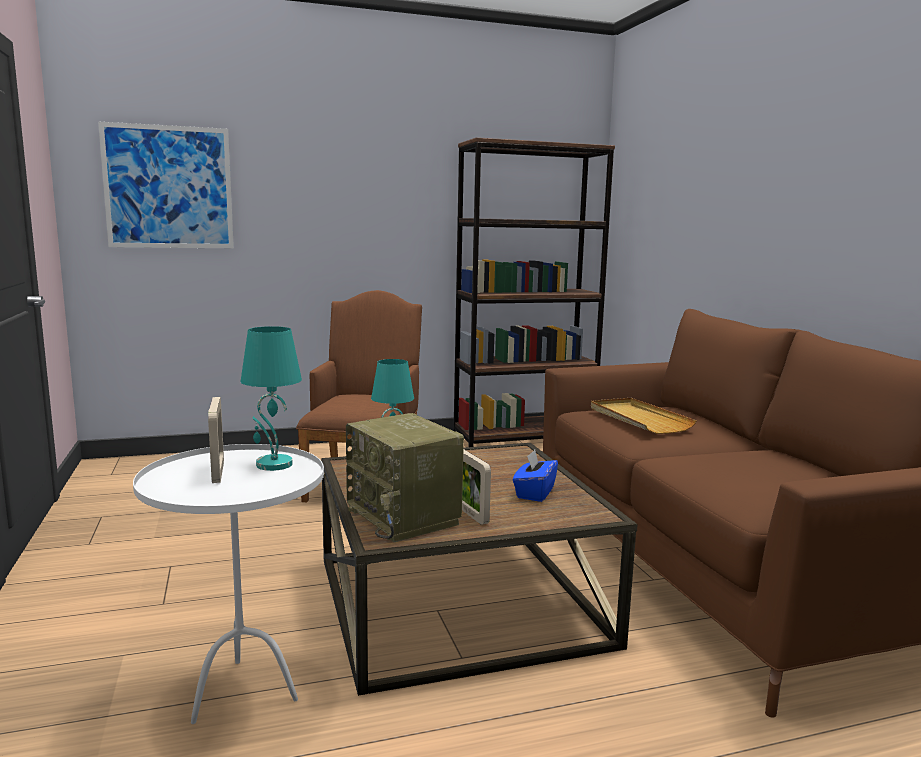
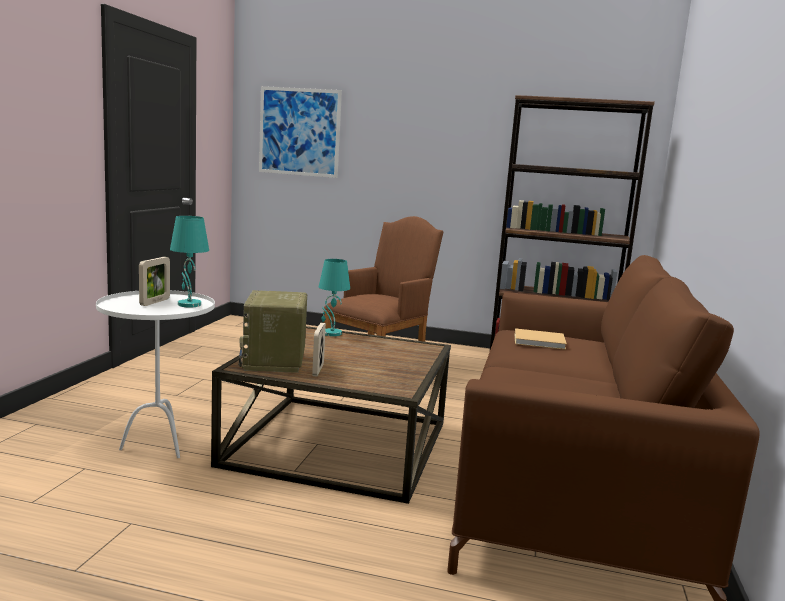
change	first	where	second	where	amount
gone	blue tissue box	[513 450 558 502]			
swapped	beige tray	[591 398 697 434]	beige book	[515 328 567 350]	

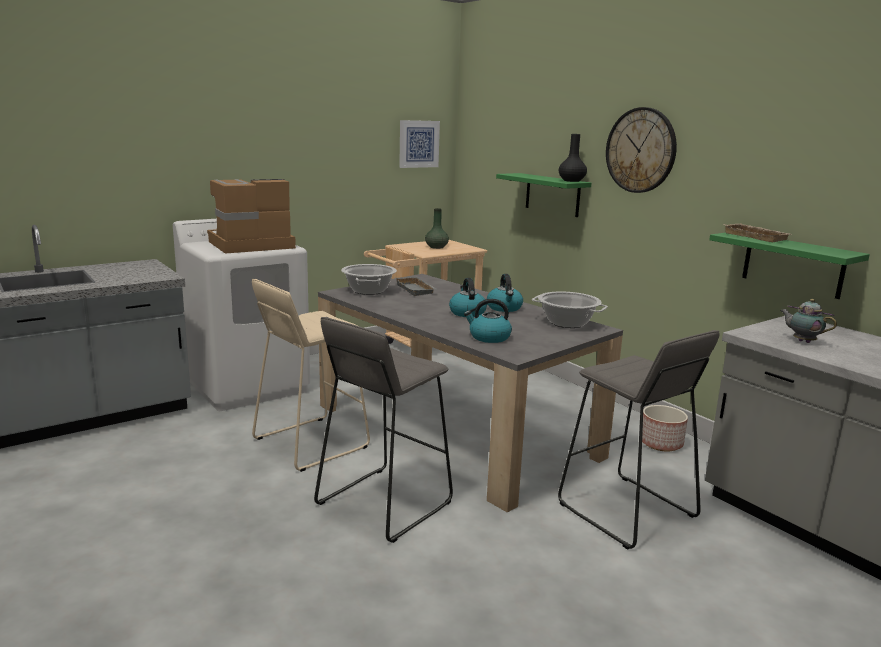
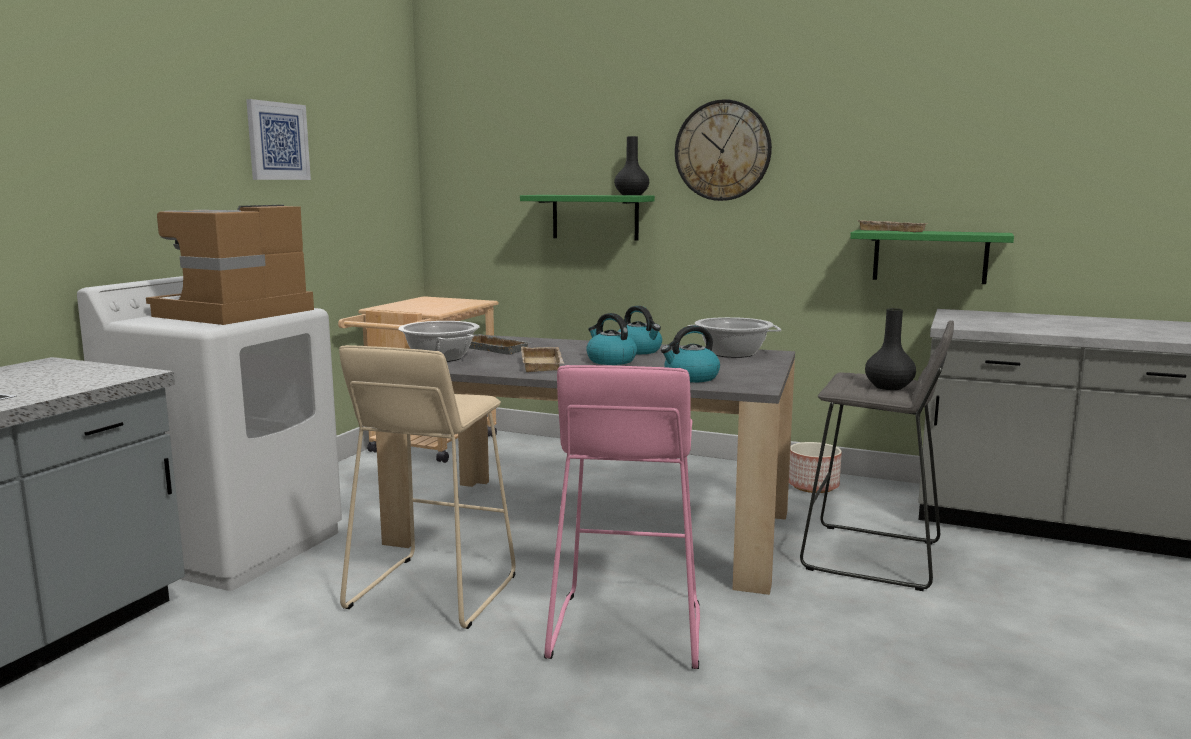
change	first	where	second	where	amount
gone	green vase	[425 208 449 249]			
gone	teapot	[780 299 837 343]			
new			beige tray	[521 347 564 372]	
new			black vase	[865 308 916 390]	
shifted	picture	[399 120 440 168]		[246 99 311 180]	
repainted	grey stool	[314 317 453 543]	pink stool	[544 365 700 669]	

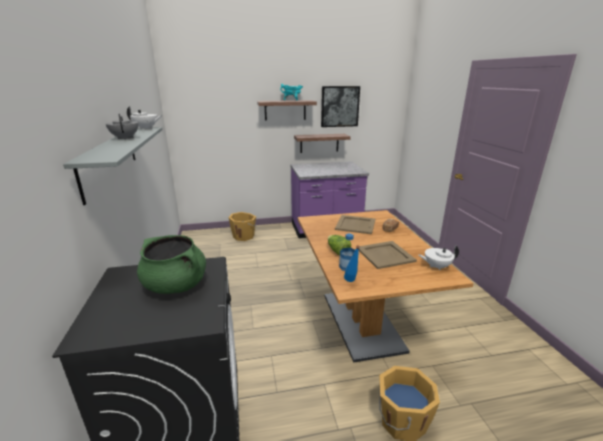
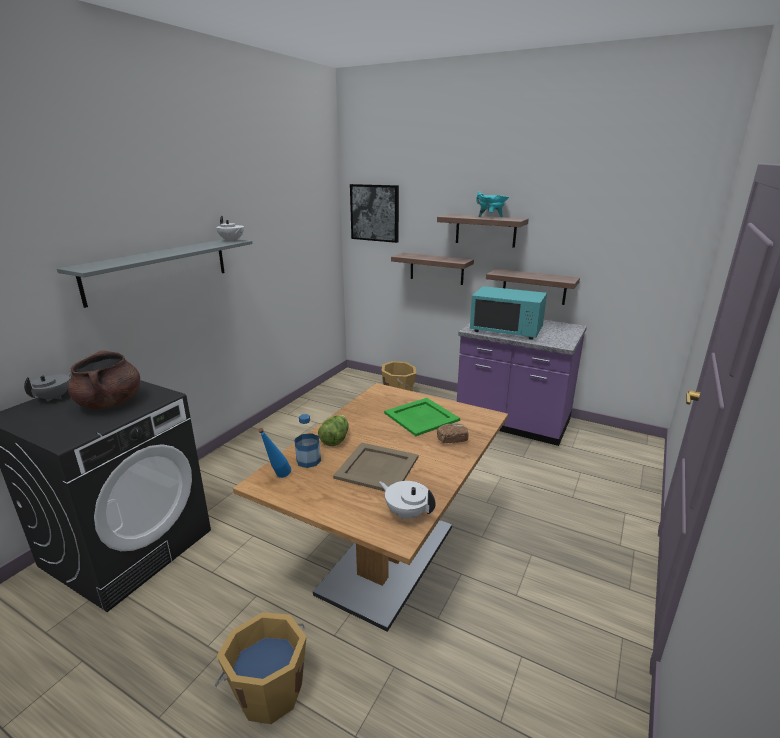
change	first	where	second	where	amount
new			shelf	[391 253 474 285]	
new			turquoise microwave	[470 286 547 340]	
shifted	grey teapot	[106 114 138 140]		[24 371 72 402]	
shifted	picture	[321 86 360 127]		[350 184 399 243]	
repainted	green cooking pot	[137 235 206 294]	brown cooking pot	[68 351 140 410]	
repainted	beige tray	[335 215 375 234]	green tray	[384 398 460 436]	

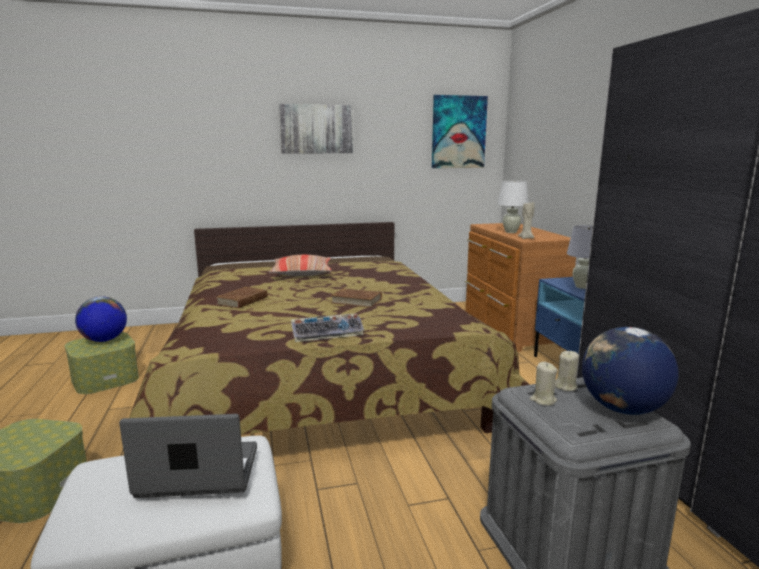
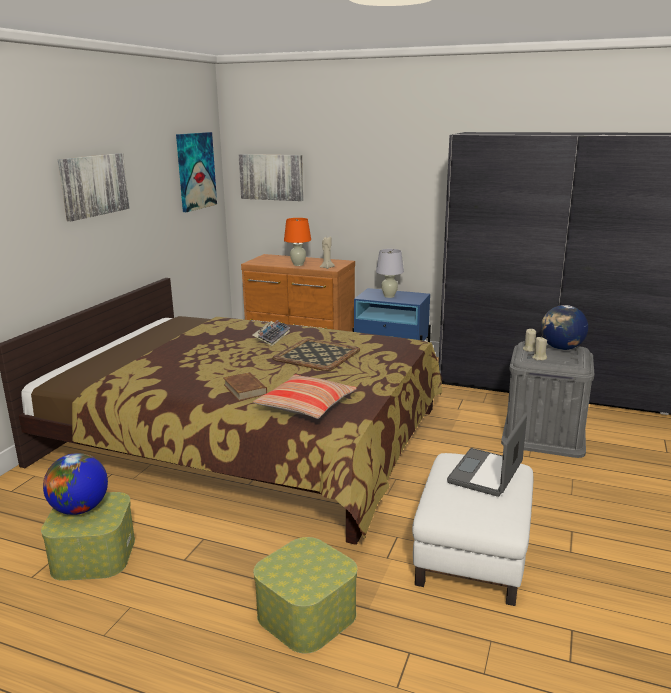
change	first	where	second	where	amount
new			picture	[239 154 303 201]	
shifted	pillow	[269 255 332 276]		[253 374 357 419]	
shifted	keyboard	[291 314 364 342]		[252 320 290 346]	
swapped	brown book	[331 288 382 308]	tray	[272 338 360 371]	
repainted	white table lamp	[497 181 529 233]	orange table lamp	[284 218 311 266]	

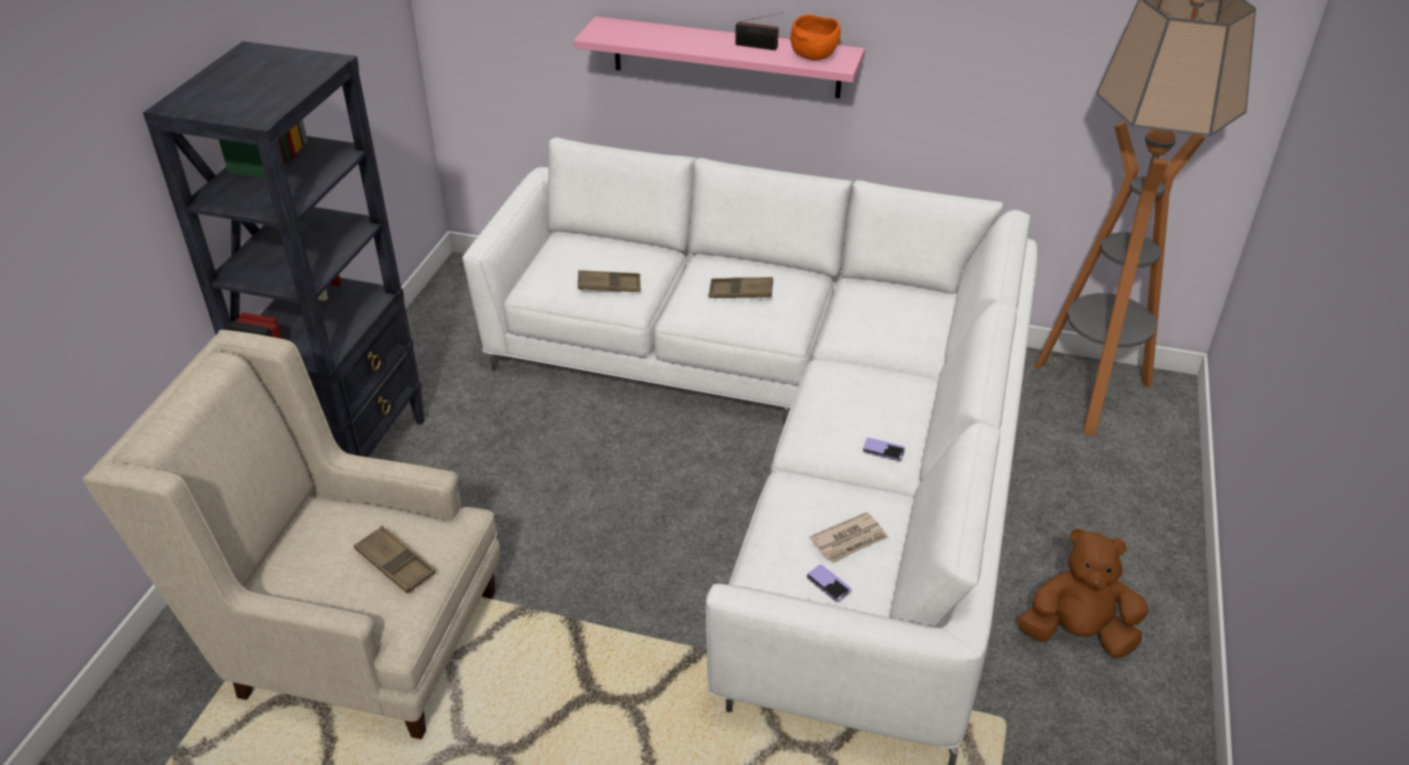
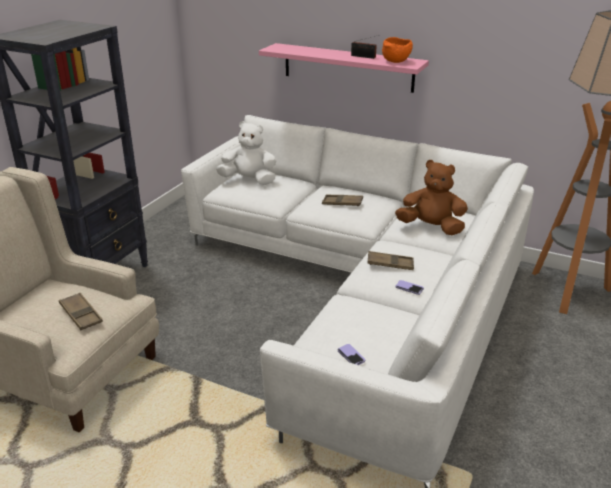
change	first	where	second	where	amount
gone	newspaper	[809 512 888 563]			
new			white plush toy	[216 121 276 185]	
shifted	brown tray	[578 270 641 292]		[367 251 414 270]	
shifted	brown plush toy	[1018 529 1148 658]		[395 160 468 235]	

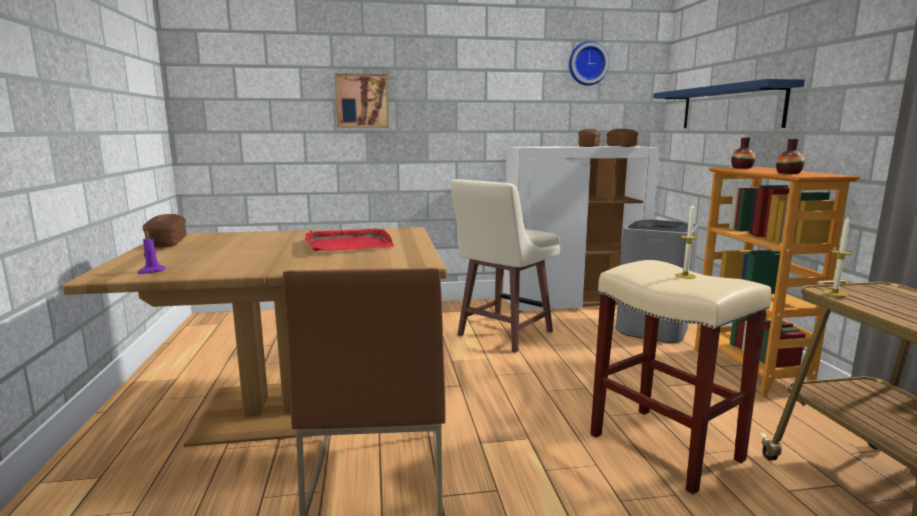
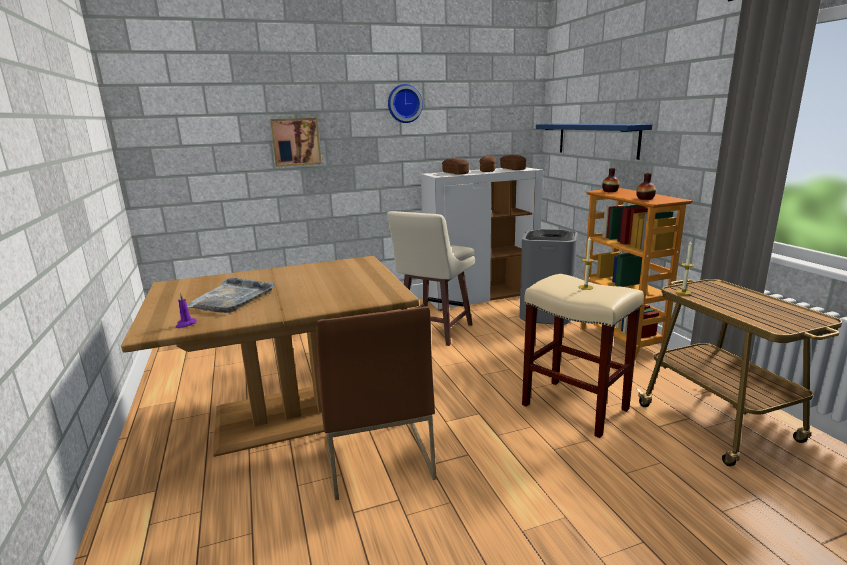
change	first	where	second	where	amount
gone	red tray	[305 228 394 251]			
new			grey tray	[187 278 275 313]	
shifted	bread	[143 214 186 247]		[442 158 469 175]	
shifted	wall clock	[569 41 609 86]		[388 84 423 123]	

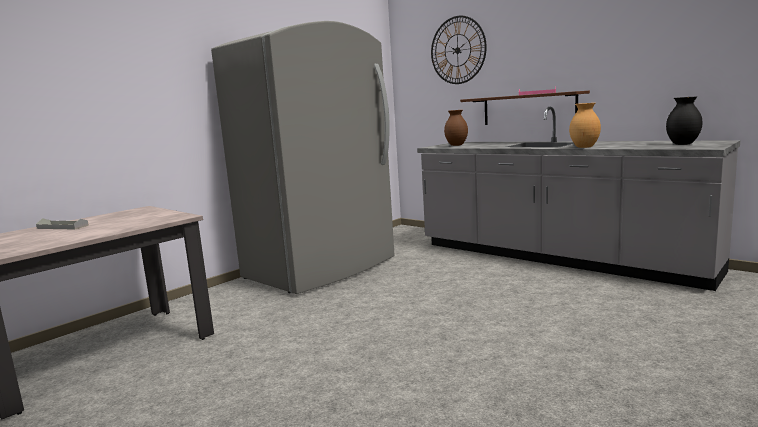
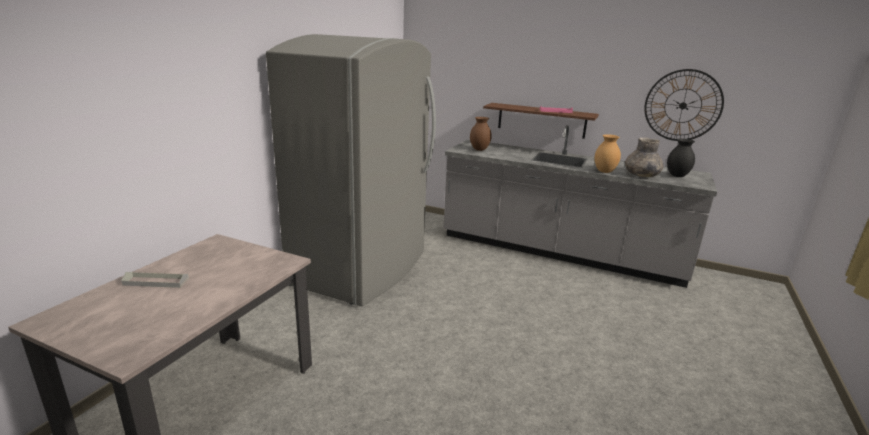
change	first	where	second	where	amount
new			grey vase	[625 138 664 177]	
shifted	wall clock	[431 16 487 84]		[644 69 724 141]	

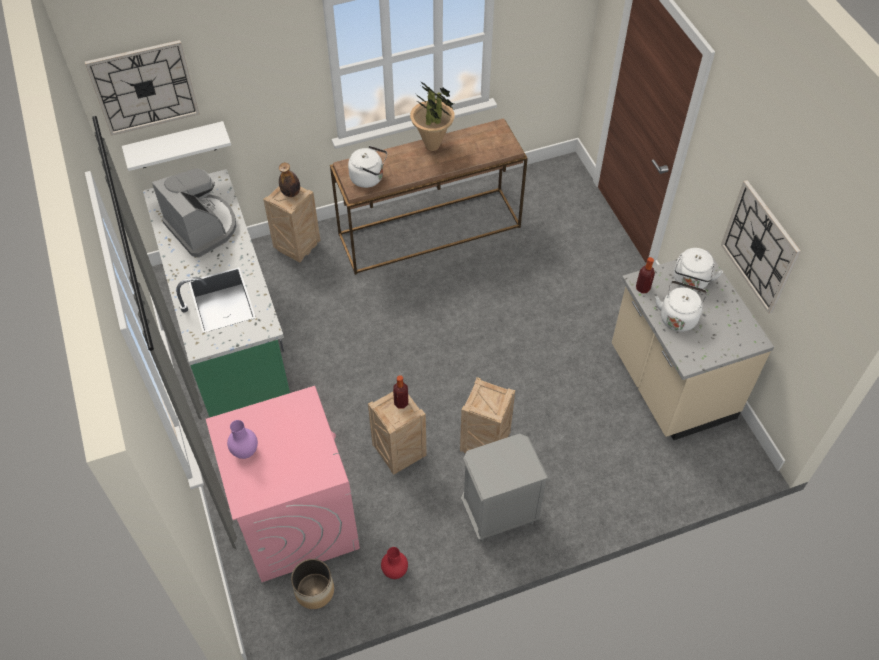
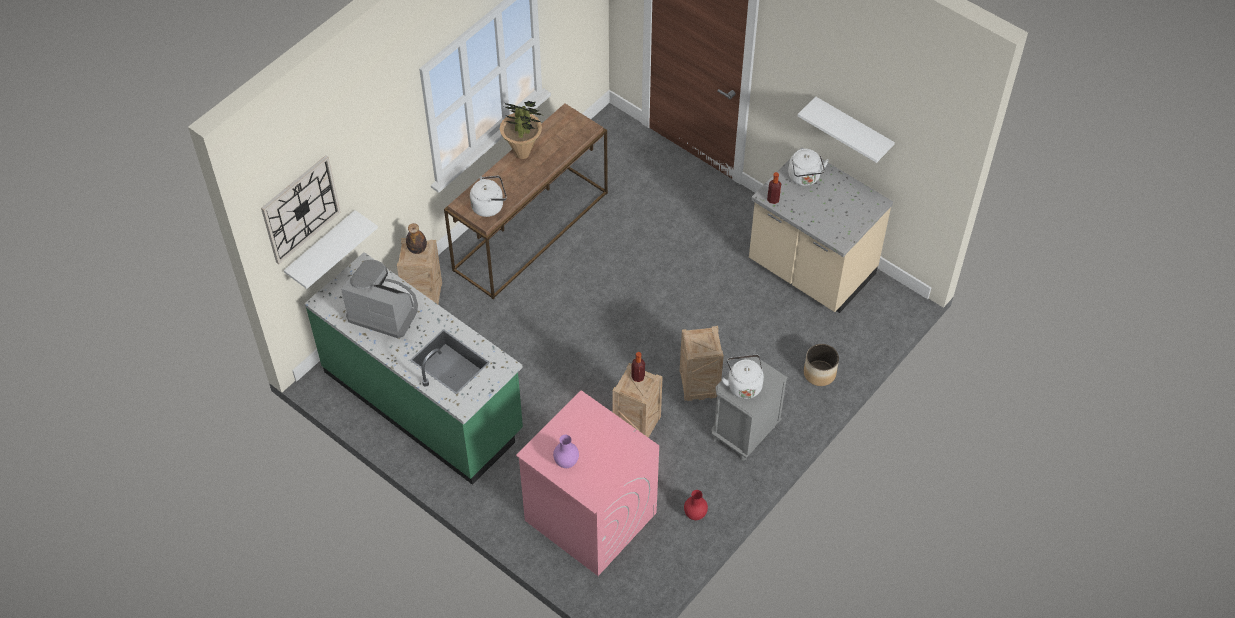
change	first	where	second	where	amount
shifted	planter	[291 559 334 609]		[804 344 839 386]	
shifted	white kettle	[655 281 707 332]		[721 354 764 399]	
swapped	wall clock	[721 180 801 314]	white shelf	[798 97 895 163]	

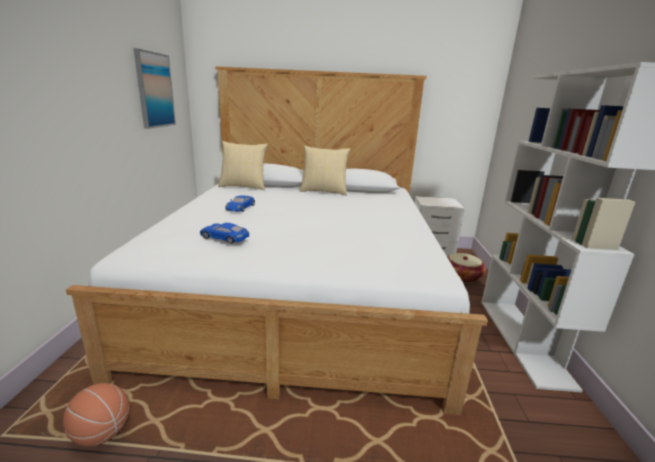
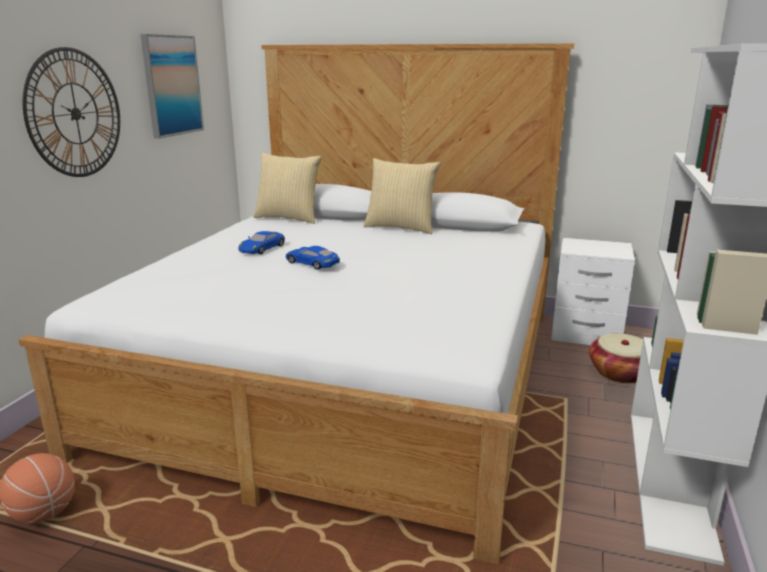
change	first	where	second	where	amount
new			wall clock	[23 47 120 177]	
shifted	blue toy car	[200 223 249 244]		[286 246 340 270]	

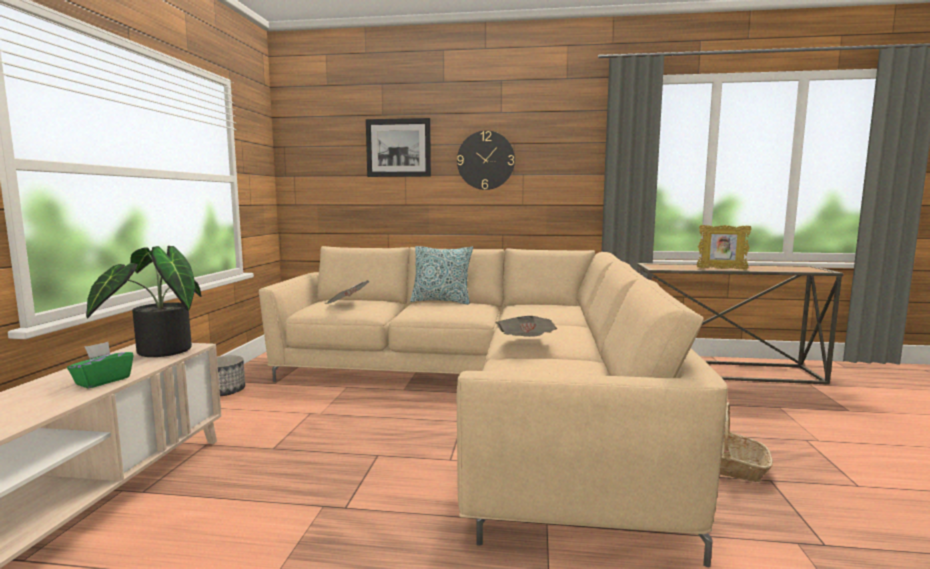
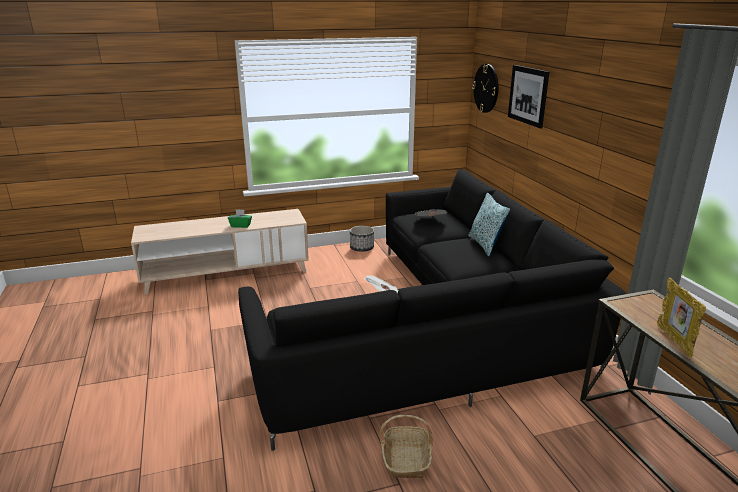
change	first	where	second	where	amount
gone	potted plant	[86 246 202 357]			
shifted	wall clock	[457 131 515 190]		[472 64 499 113]	
repainted	beige sofa	[259 246 728 567]	black sofa	[238 169 626 451]	

